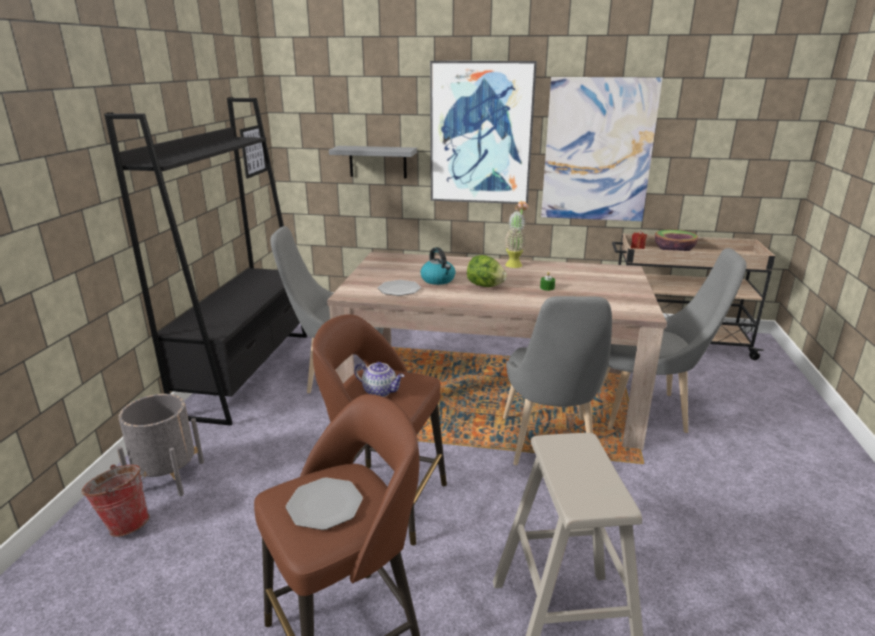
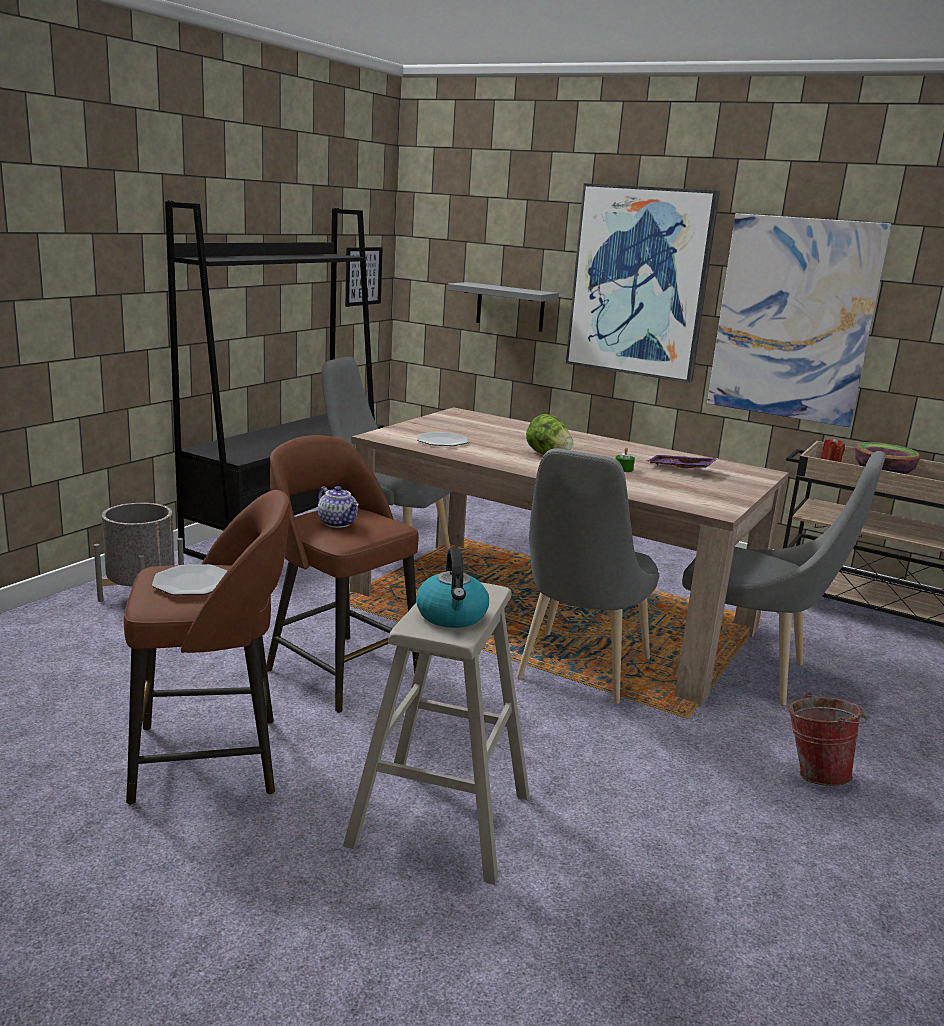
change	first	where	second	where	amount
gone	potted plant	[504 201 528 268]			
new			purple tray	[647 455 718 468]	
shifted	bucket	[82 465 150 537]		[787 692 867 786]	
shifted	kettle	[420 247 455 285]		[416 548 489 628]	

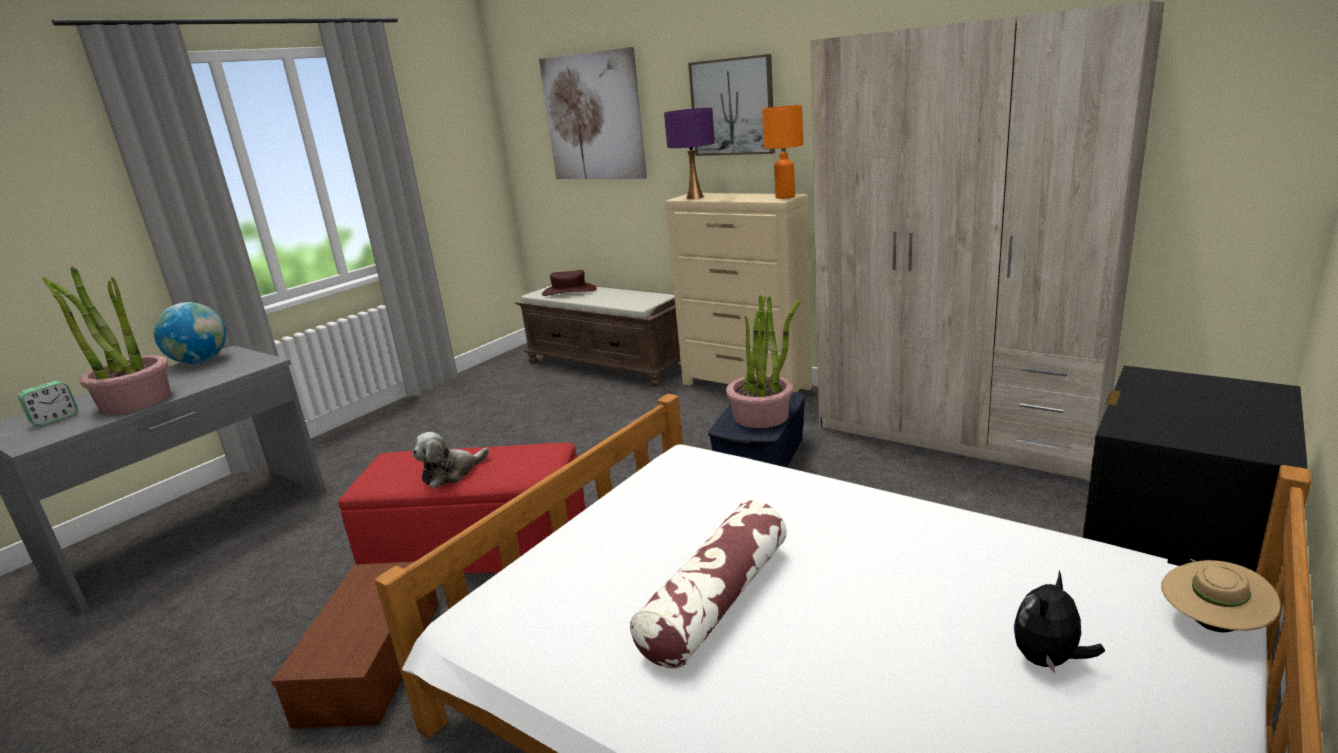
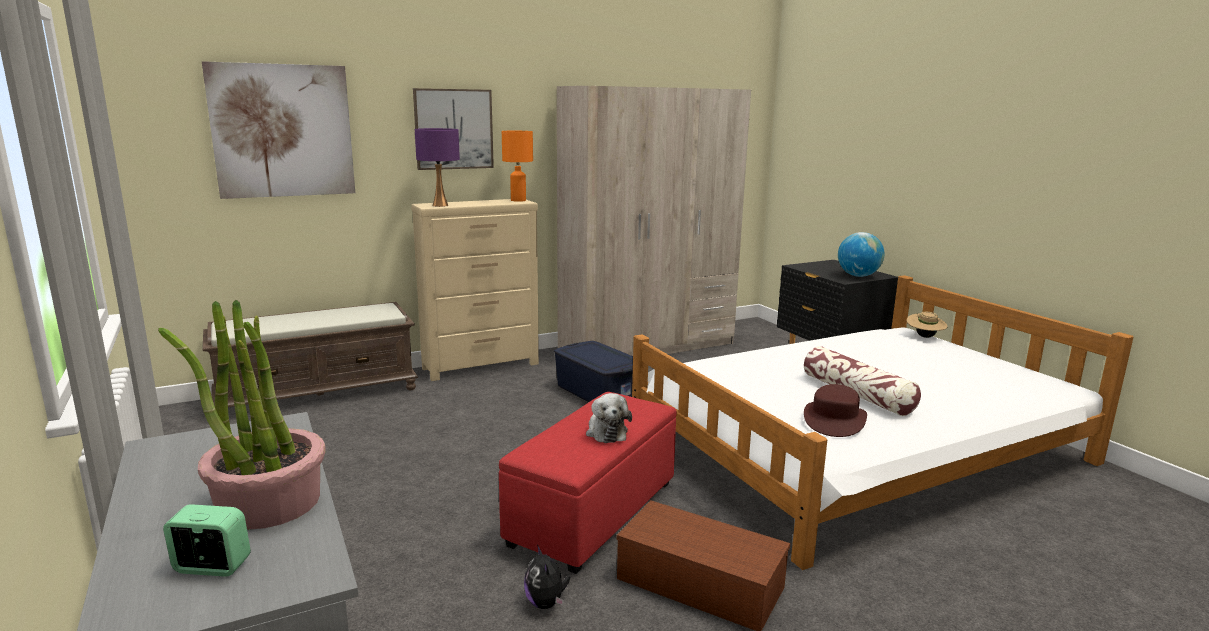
change	first	where	second	where	amount
gone	potted plant	[726 295 801 428]			
shifted	globe	[154 302 226 364]		[838 232 884 277]	
shifted	brown hat	[542 270 597 296]		[804 384 867 437]	
shifted	plush toy	[1014 570 1105 674]		[524 545 570 609]	
rotated	alarm clock	[18 381 78 426]		[163 504 251 577]	60 degrees counterclockwise

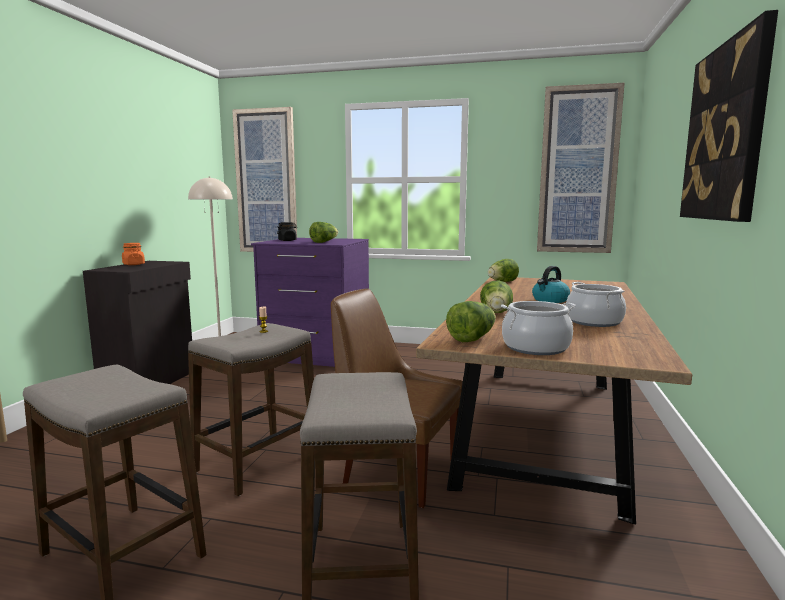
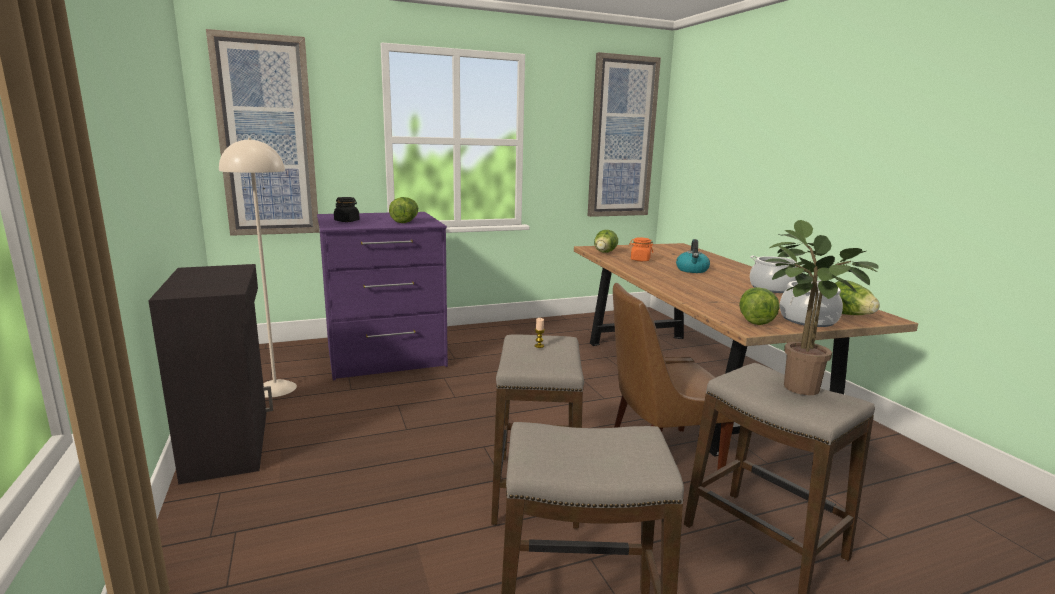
change	first	where	second	where	amount
gone	picture	[680 10 778 222]			
new			potted plant	[765 220 879 395]	
shifted	orange jar	[122 243 145 265]		[629 237 653 261]	
shifted	lettuce	[480 281 513 313]		[835 280 880 315]	

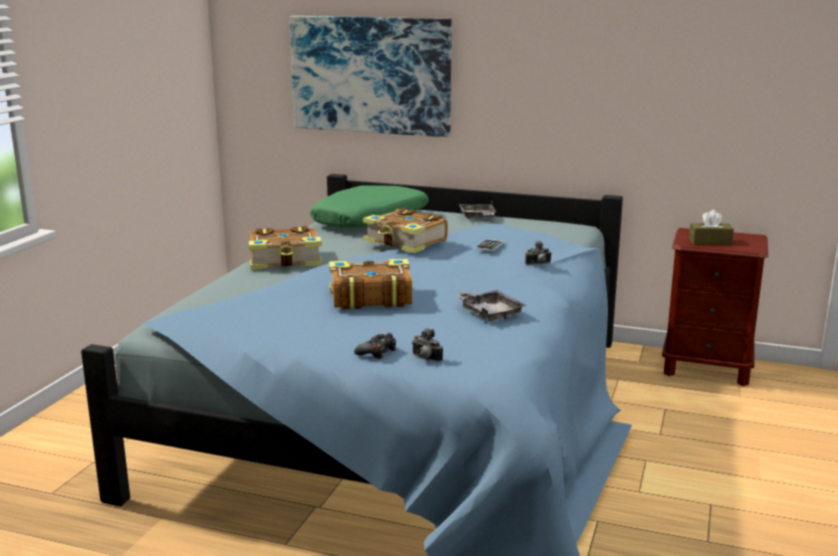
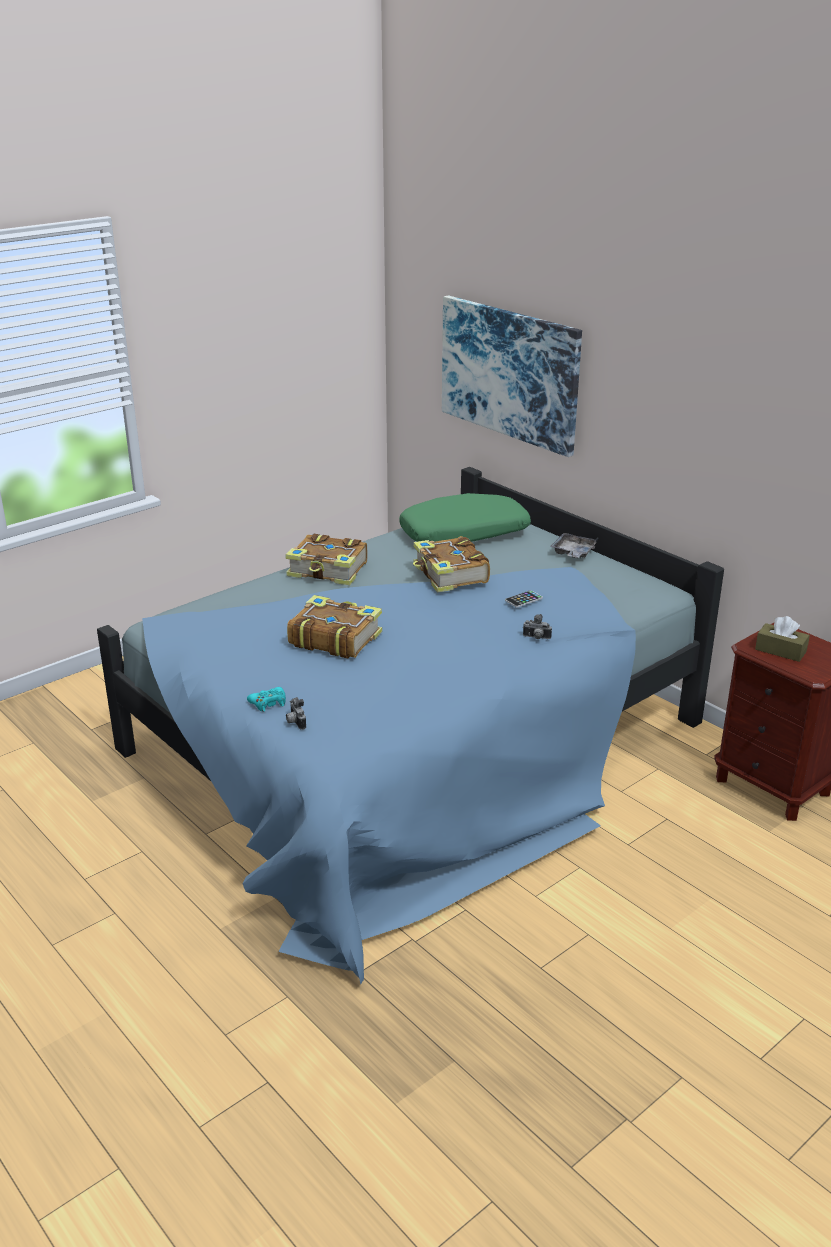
change	first	where	second	where	amount
gone	grey tray	[455 290 527 321]			
repainted	black game controller	[354 333 397 359]	turquoise game controller	[247 687 286 712]	

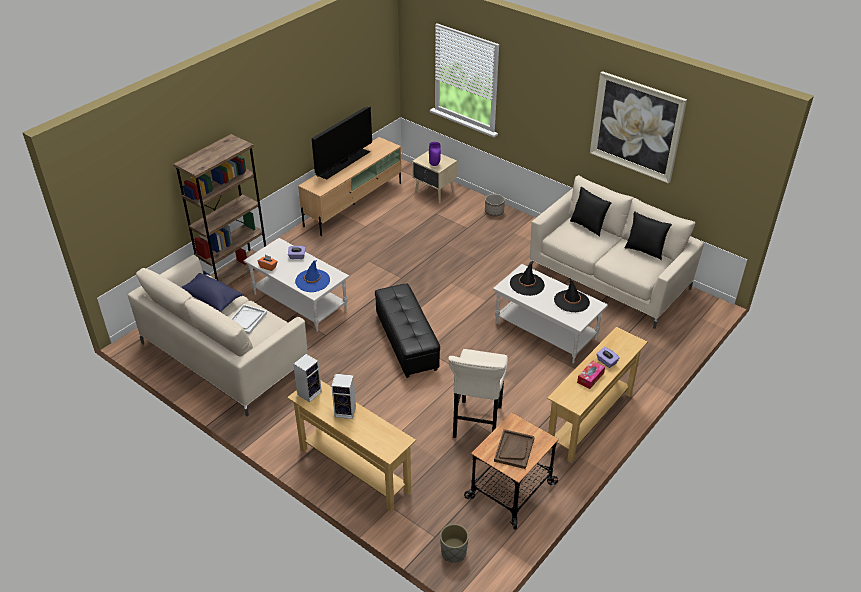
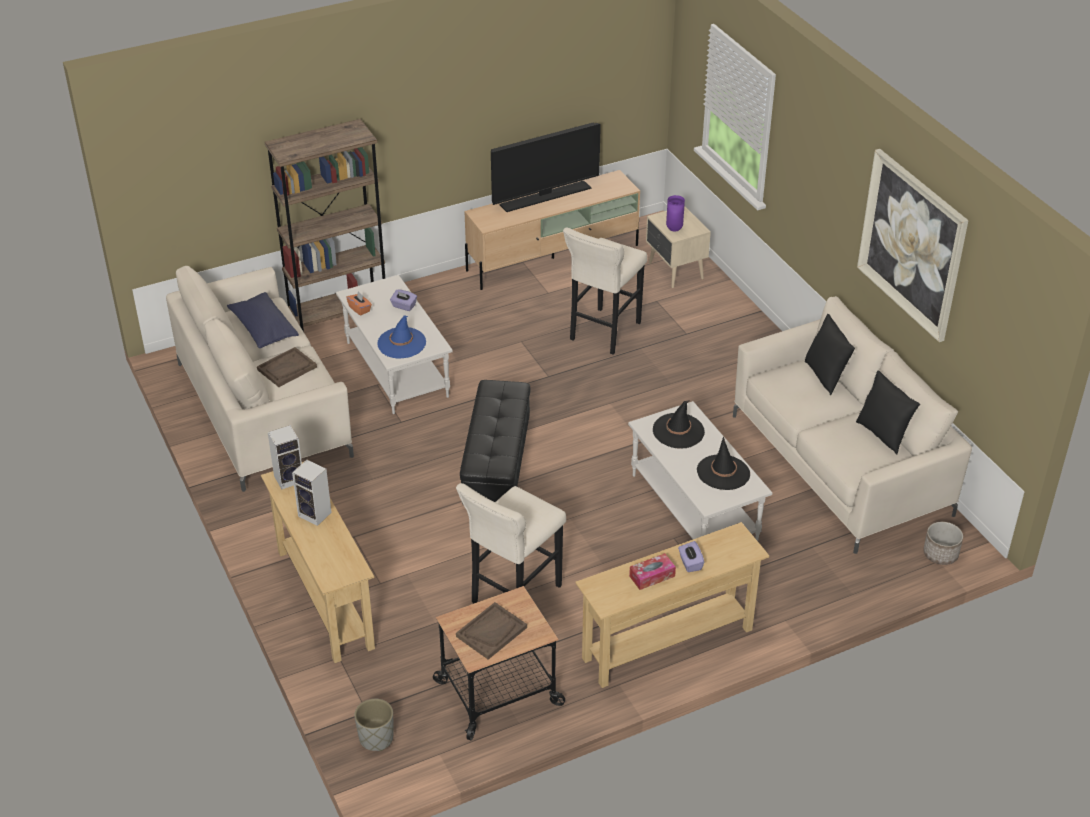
change	first	where	second	where	amount
new			beige stool	[563 228 647 355]	
shifted	planter	[485 194 505 216]		[923 522 963 565]	
repainted	white tray	[231 304 267 335]	brown tray	[257 347 317 387]	

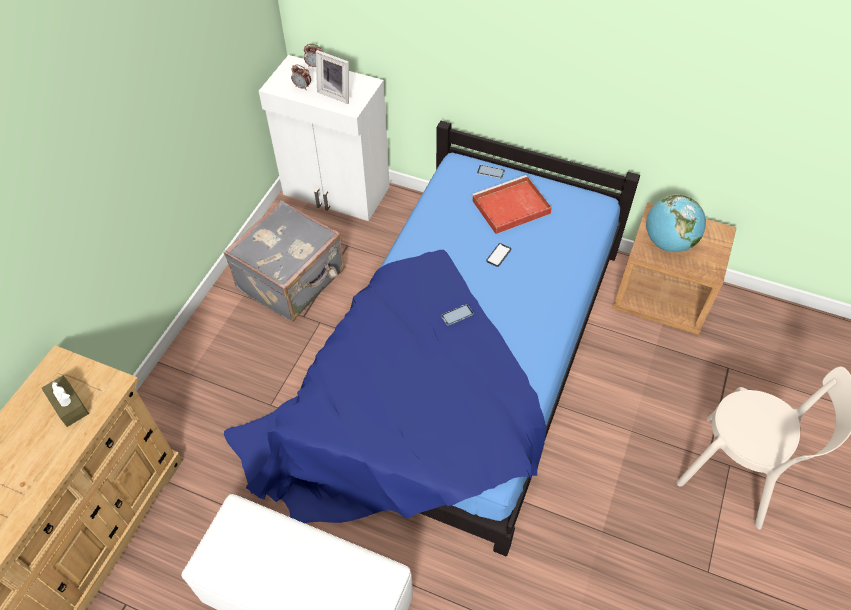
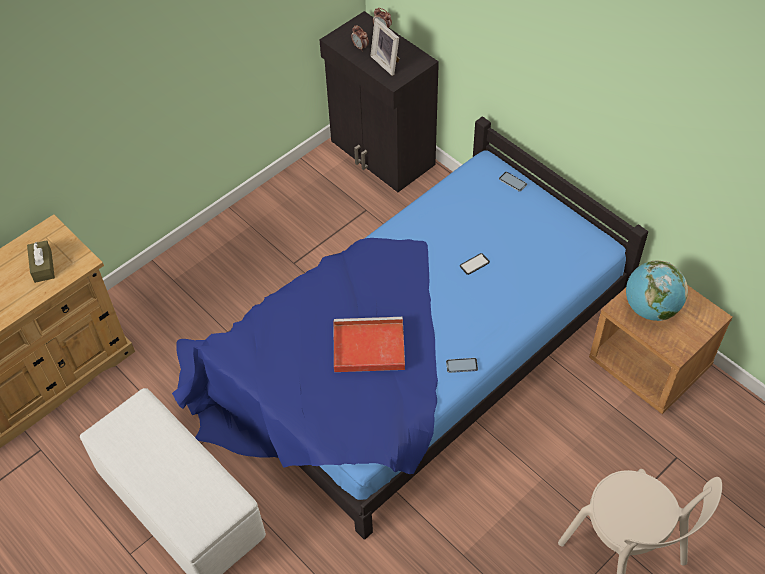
change	first	where	second	where	amount
gone	grey suitcase	[223 200 344 322]			
shifted	phone	[441 304 473 326]		[446 358 478 373]	
shifted	red tray	[472 175 552 234]		[334 317 405 372]	
repainted	white cabinet	[259 55 390 221]	black cabinet	[319 11 439 192]	

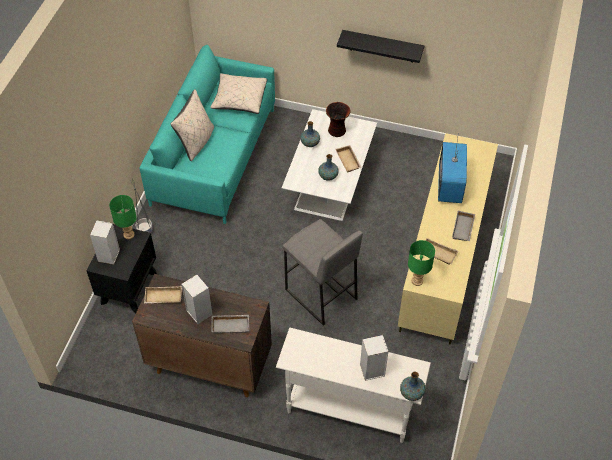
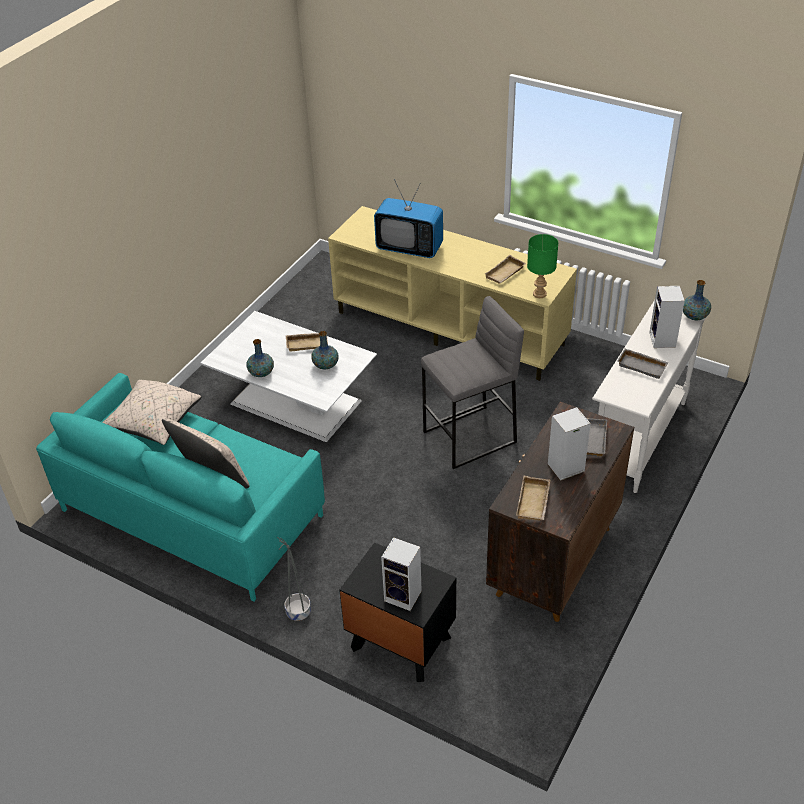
change	first	where	second	where	amount
gone	green table lamp	[109 195 137 239]			
gone	vase	[326 102 350 137]			
gone	black shelf	[337 30 424 63]			
shifted	grey tray	[452 211 475 241]		[617 348 668 379]	

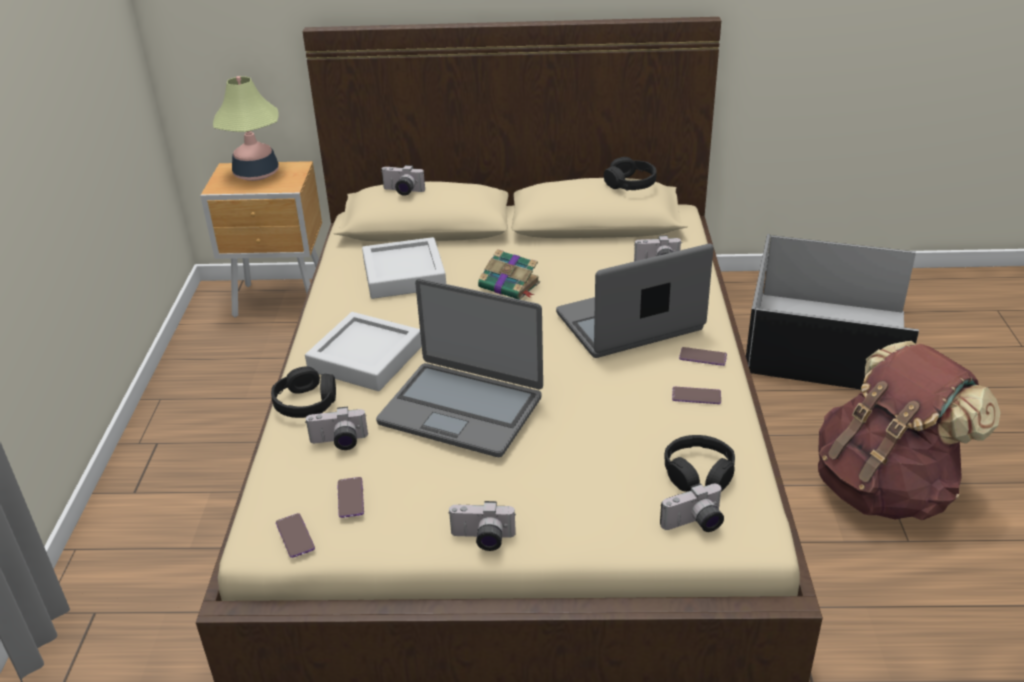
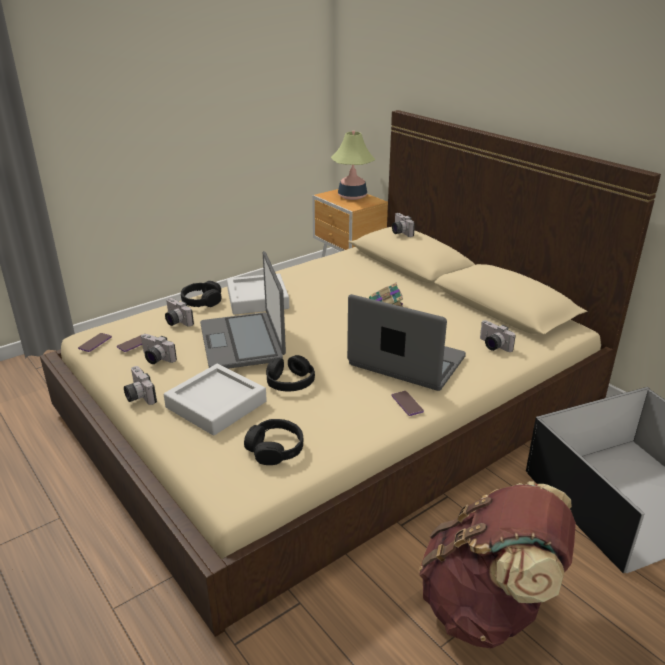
change	first	where	second	where	amount
gone	phone	[672 387 721 404]			
shifted	grey tray	[362 237 446 299]		[164 364 267 436]	
shifted	black headphones	[604 157 657 190]		[266 355 315 391]	
shifted	photo camera	[660 483 724 532]		[141 334 177 364]	

